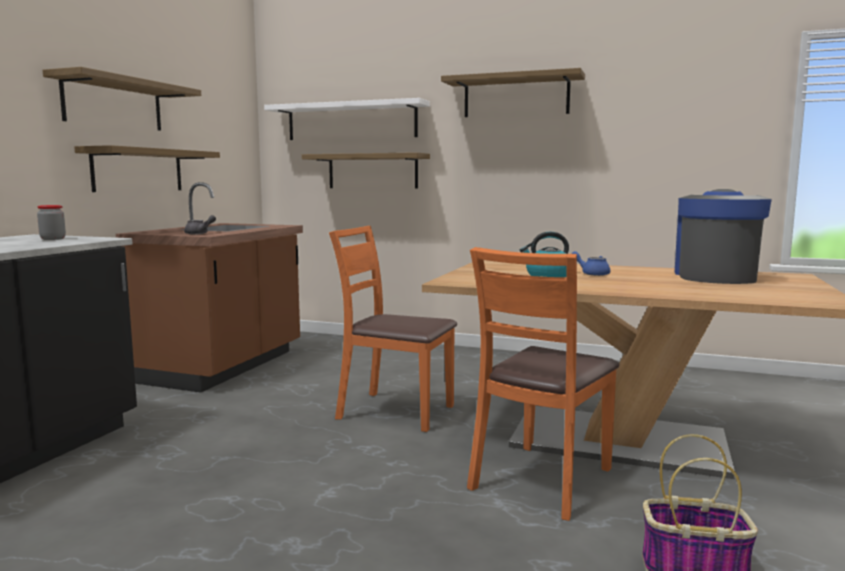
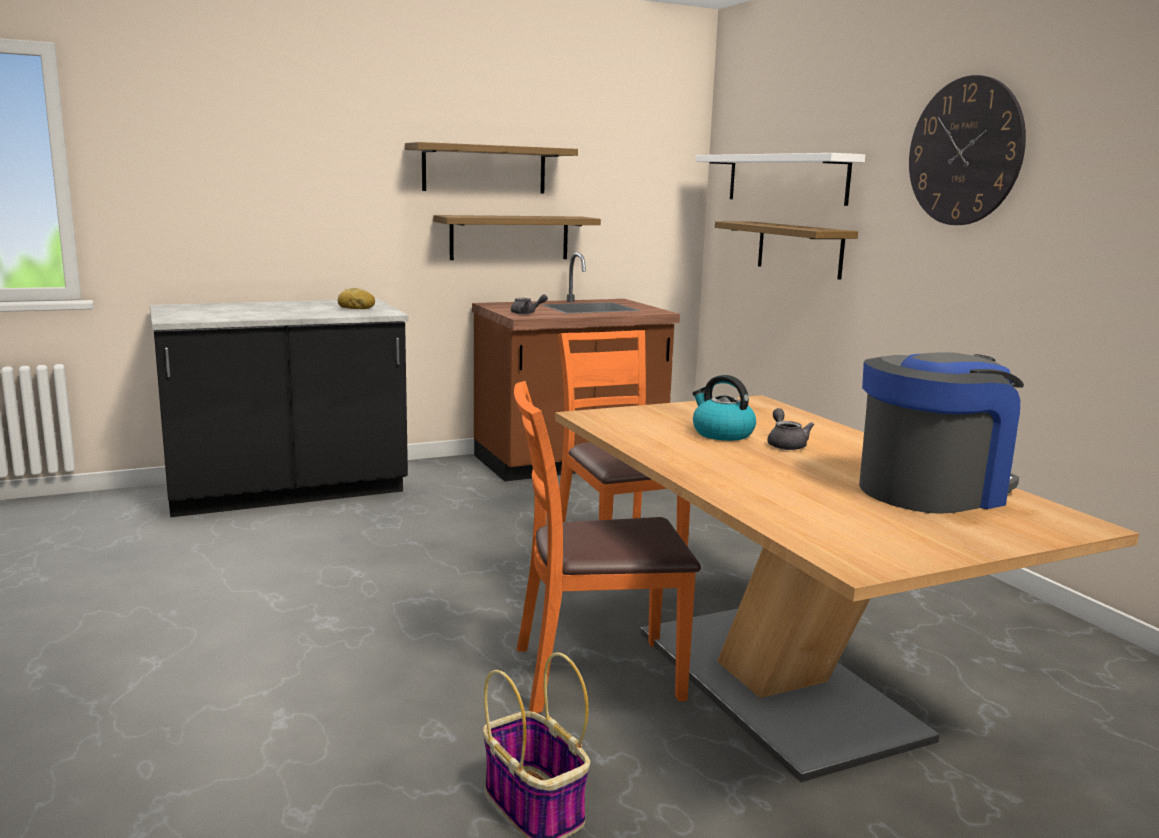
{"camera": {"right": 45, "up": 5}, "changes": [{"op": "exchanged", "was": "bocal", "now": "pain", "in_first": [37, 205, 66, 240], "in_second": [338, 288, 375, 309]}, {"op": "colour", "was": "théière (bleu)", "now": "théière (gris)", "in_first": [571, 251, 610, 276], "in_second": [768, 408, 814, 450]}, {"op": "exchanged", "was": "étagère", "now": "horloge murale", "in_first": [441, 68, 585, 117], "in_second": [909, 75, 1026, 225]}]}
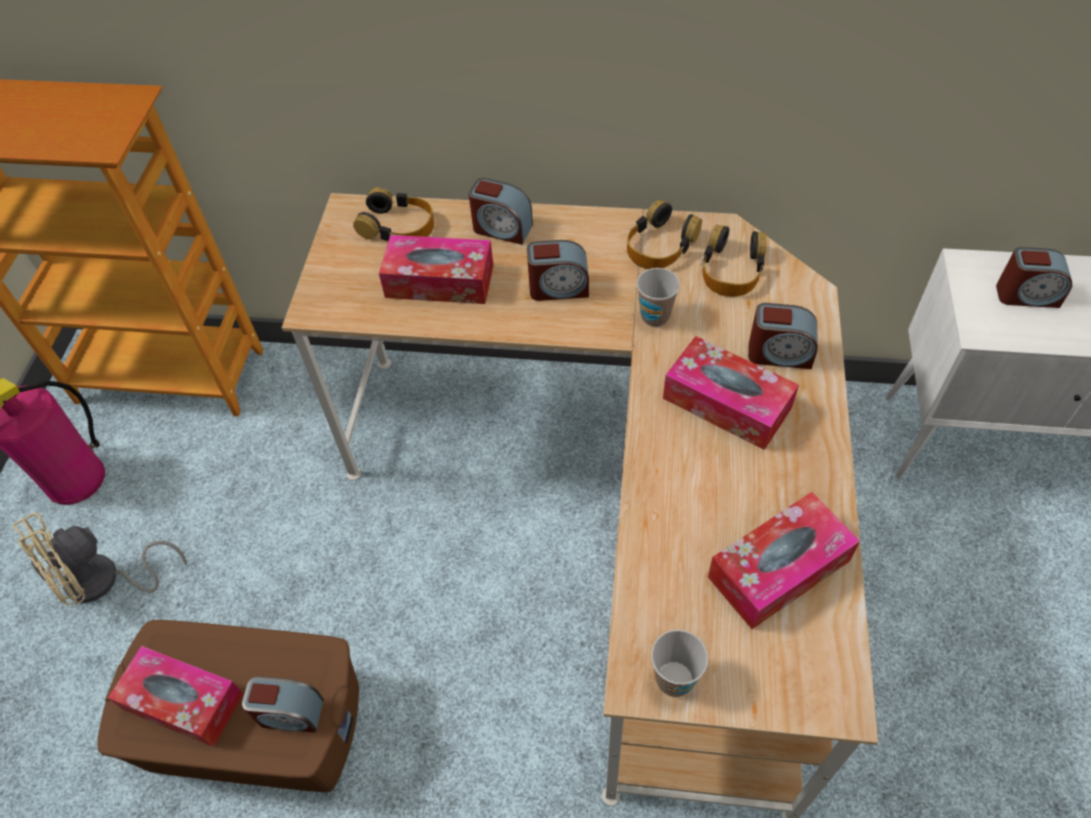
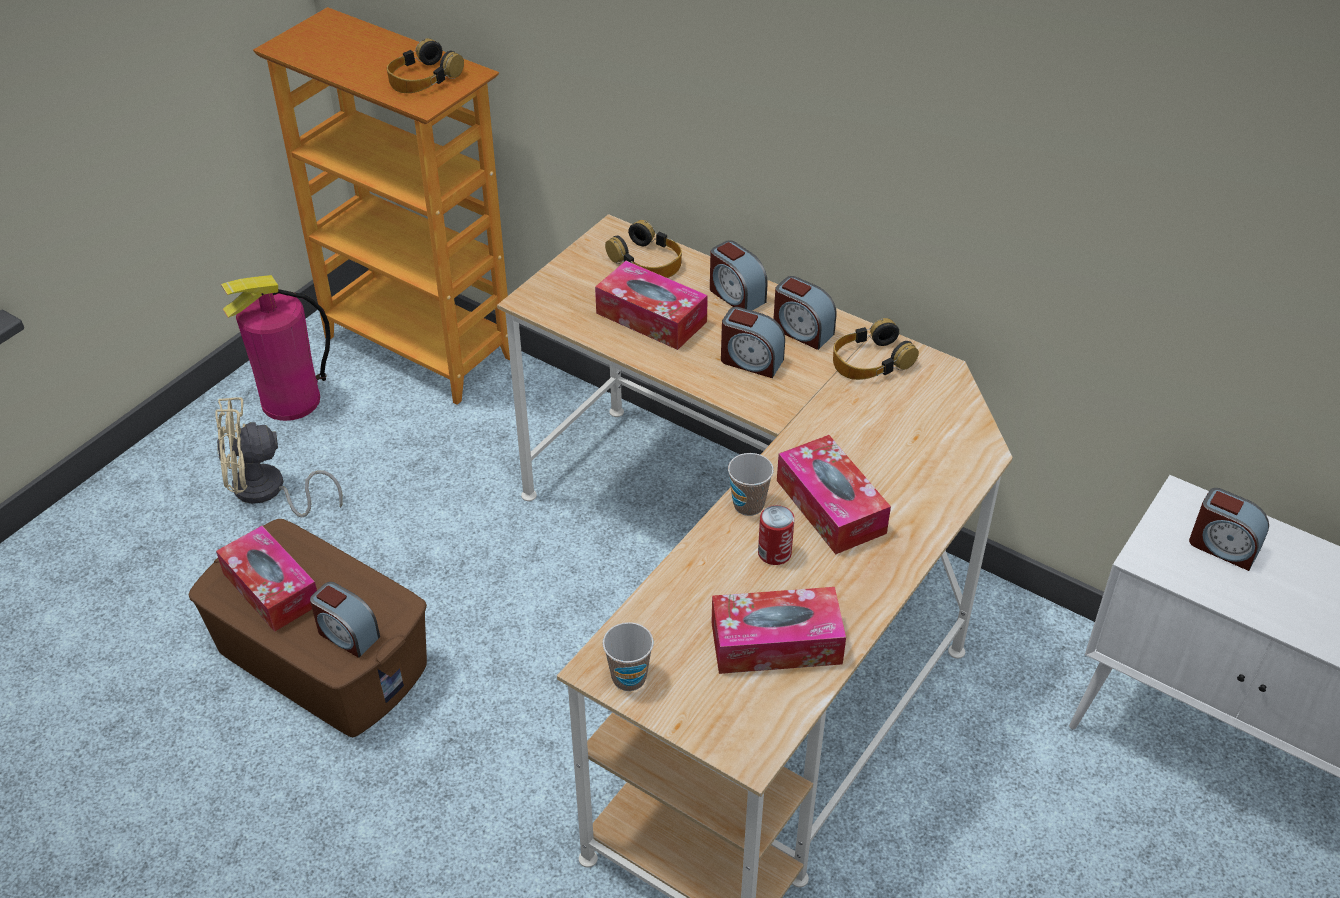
{"camera": {"right": 25, "up": -10}, "changes": [{"op": "relocated", "was": "casque audio", "in_first": [701, 225, 766, 297], "in_second": [387, 38, 464, 93]}, {"op": "relocated", "was": "tasse", "in_first": [637, 268, 680, 327], "in_second": [728, 453, 774, 516]}, {"op": "appeared", "now": "boîte métallique", "in_second": [758, 505, 795, 565]}, {"op": "relocated", "was": "réveil", "in_first": [748, 303, 818, 369], "in_second": [774, 276, 837, 350]}]}
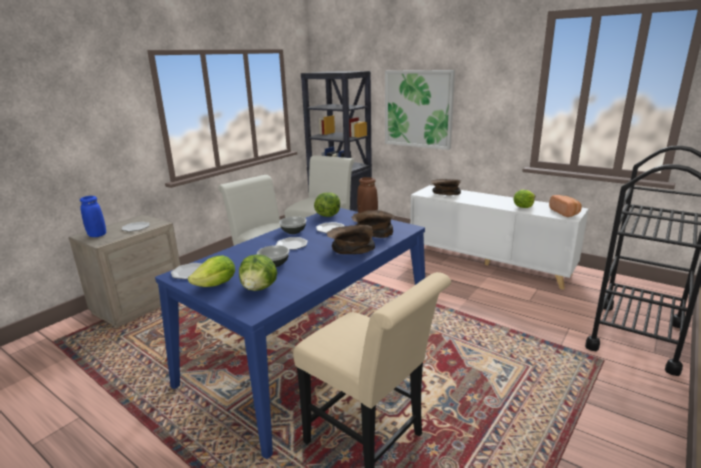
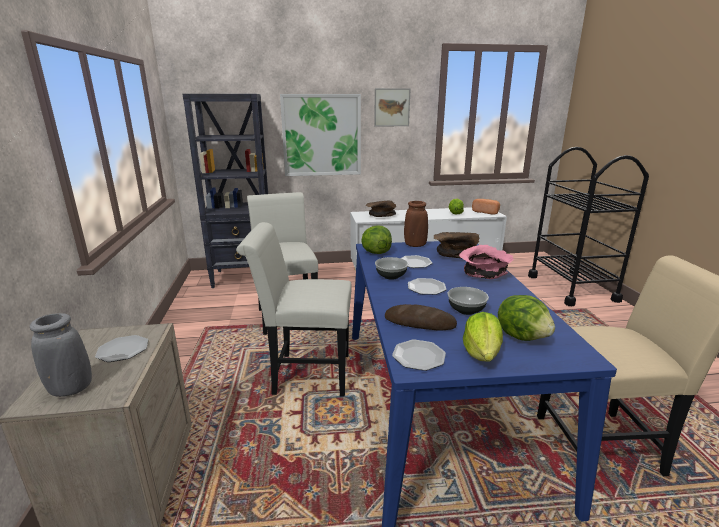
{"camera": {"right": -45, "up": 0}, "changes": [{"op": "colour", "was": "vase (bleu)", "now": "vase (gris)", "in_first": [80, 196, 106, 237], "in_second": [30, 313, 92, 397]}, {"op": "appeared", "now": "tableau", "in_second": [374, 88, 411, 127]}, {"op": "appeared", "now": "pain", "in_second": [385, 304, 457, 331]}, {"op": "colour", "was": "bol (marron)", "now": "bol (rose)", "in_first": [327, 225, 375, 254], "in_second": [459, 245, 514, 279]}]}
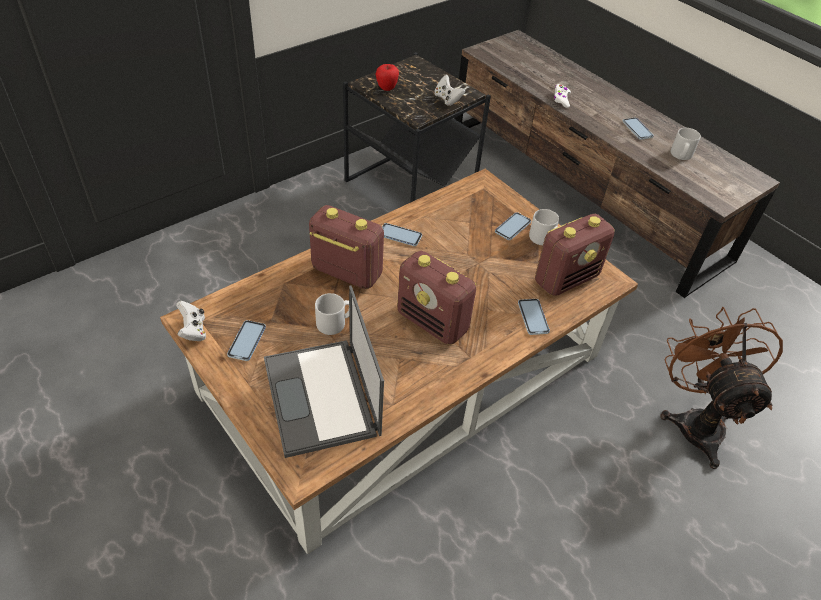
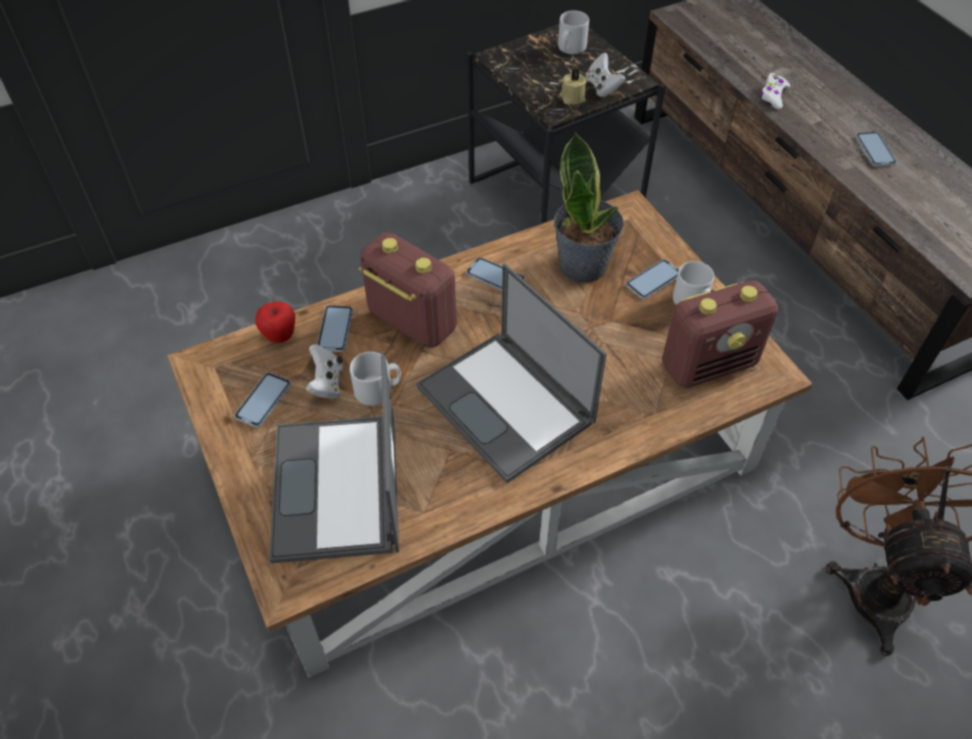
{"camera": {"right": 15, "up": 5}, "changes": [{"op": "relocated", "was": "pomme", "in_first": [375, 64, 399, 91], "in_second": [256, 301, 295, 343]}, {"op": "relocated", "was": "manette (blanc)", "in_first": [176, 301, 206, 341], "in_second": [305, 344, 343, 399]}, {"op": "relocated", "was": "téléphone", "in_first": [518, 299, 550, 335], "in_second": [317, 305, 353, 352]}, {"op": "exchanged", "was": "radio", "now": "ordinateur portable", "in_first": [397, 251, 476, 345], "in_second": [416, 263, 607, 483]}, {"op": "appeared", "now": "plante en pot", "in_second": [554, 132, 624, 283]}, {"op": "relocated", "was": "mug (gris)", "in_first": [671, 128, 701, 160], "in_second": [558, 10, 589, 54]}, {"op": "appeared", "now": "bougie (beige)", "in_second": [559, 68, 587, 105]}]}
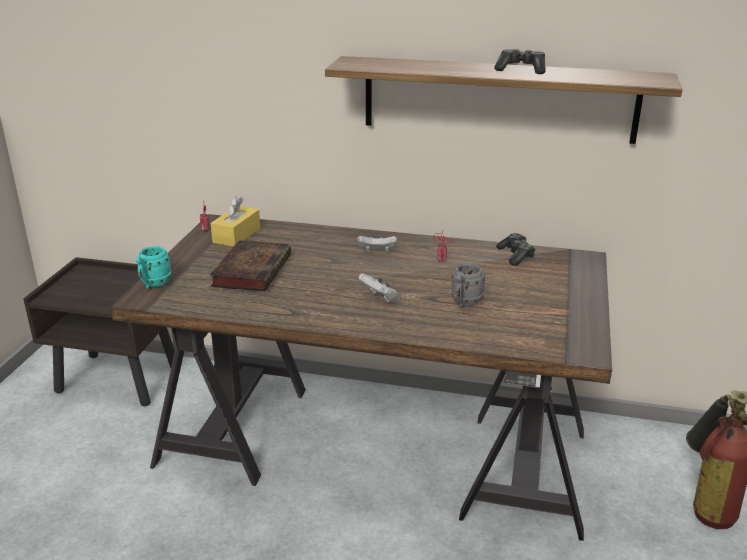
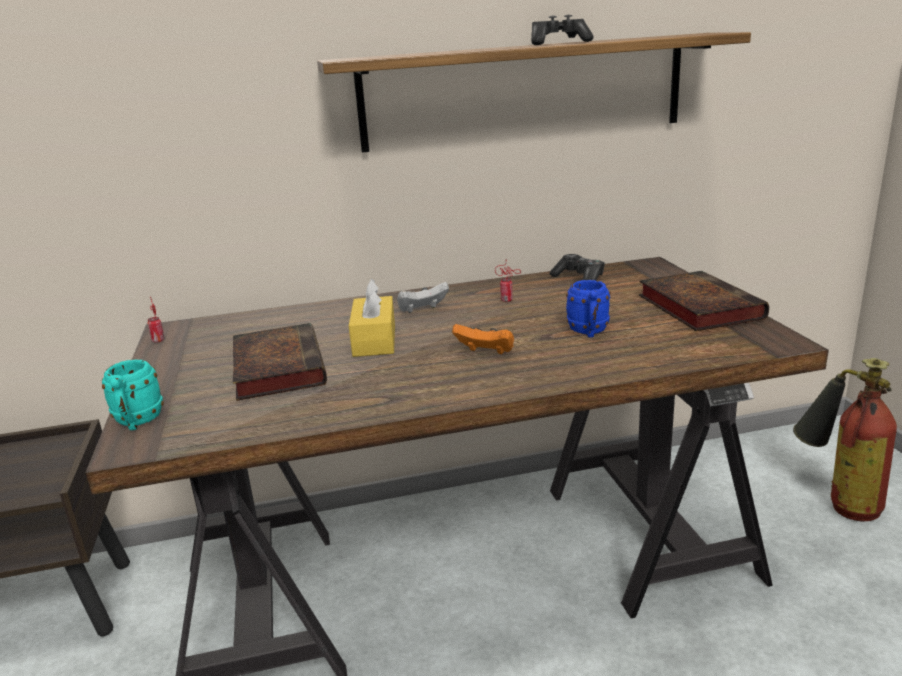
{"camera": {"right": -25, "up": -5}, "changes": [{"op": "relocated", "was": "boîte à mouchoirs (jaune)", "in_first": [210, 196, 260, 247], "in_second": [349, 279, 395, 357]}, {"op": "colour", "was": "manette (blanc)", "now": "manette (orange)", "in_first": [359, 273, 399, 303], "in_second": [452, 324, 514, 355]}, {"op": "colour", "was": "mug (gris)", "now": "mug (bleu)", "in_first": [451, 264, 485, 308], "in_second": [566, 280, 611, 338]}, {"op": "appeared", "now": "livre", "in_second": [639, 271, 769, 331]}]}
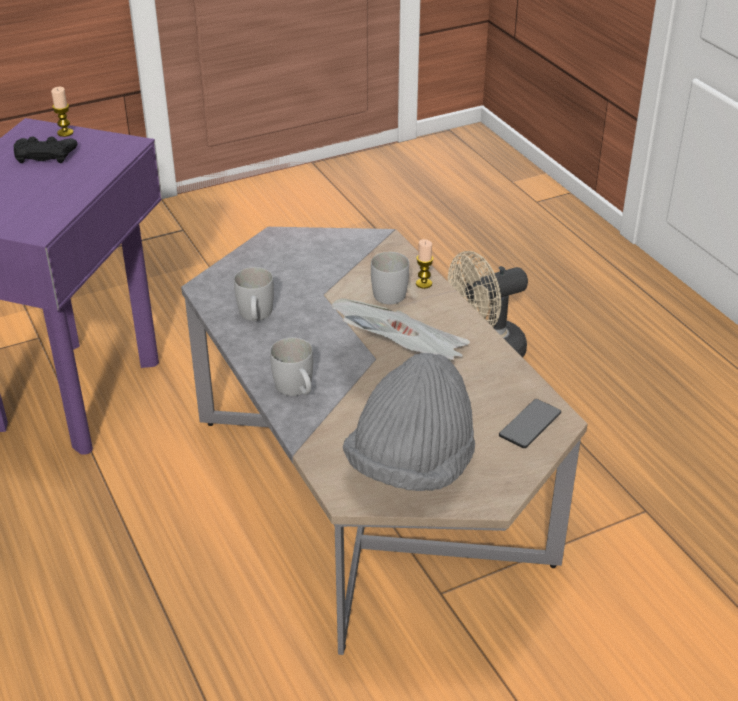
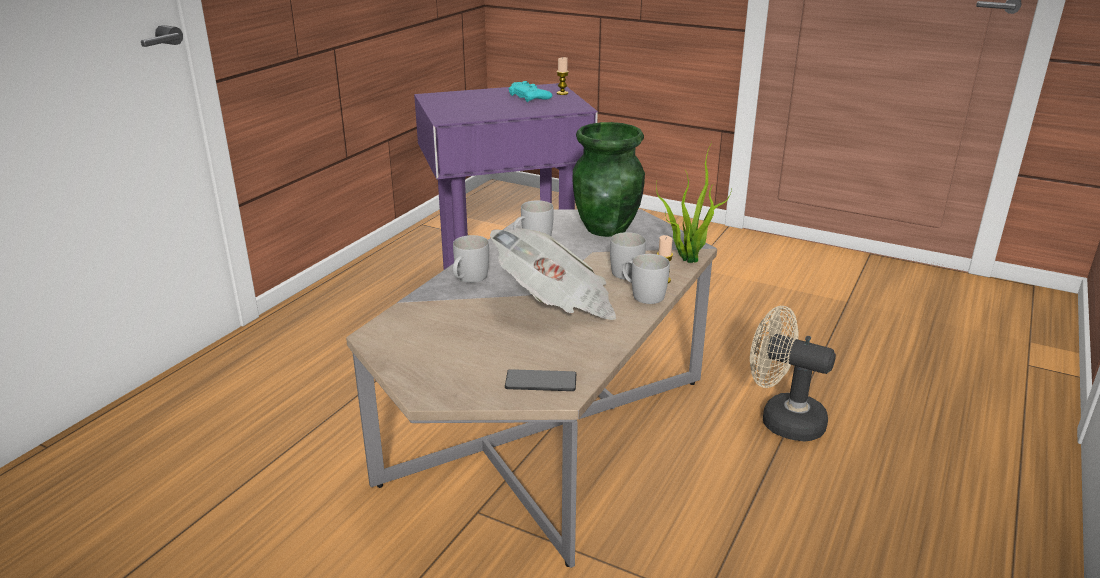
{"camera": {"right": 55, "up": -10}, "changes": [{"op": "colour", "was": "manette (noir)", "now": "manette (turquoise)", "in_first": [14, 137, 77, 163], "in_second": [508, 81, 552, 102]}, {"op": "appeared", "now": "vase (vert)", "in_second": [573, 122, 645, 237]}, {"op": "appeared", "now": "mug (blanc)", "in_second": [623, 254, 670, 304]}, {"op": "appeared", "now": "plante en pot", "in_second": [656, 142, 732, 263]}, {"op": "missing", "was": "chapeau (gris)", "in_first": [343, 352, 475, 491]}]}
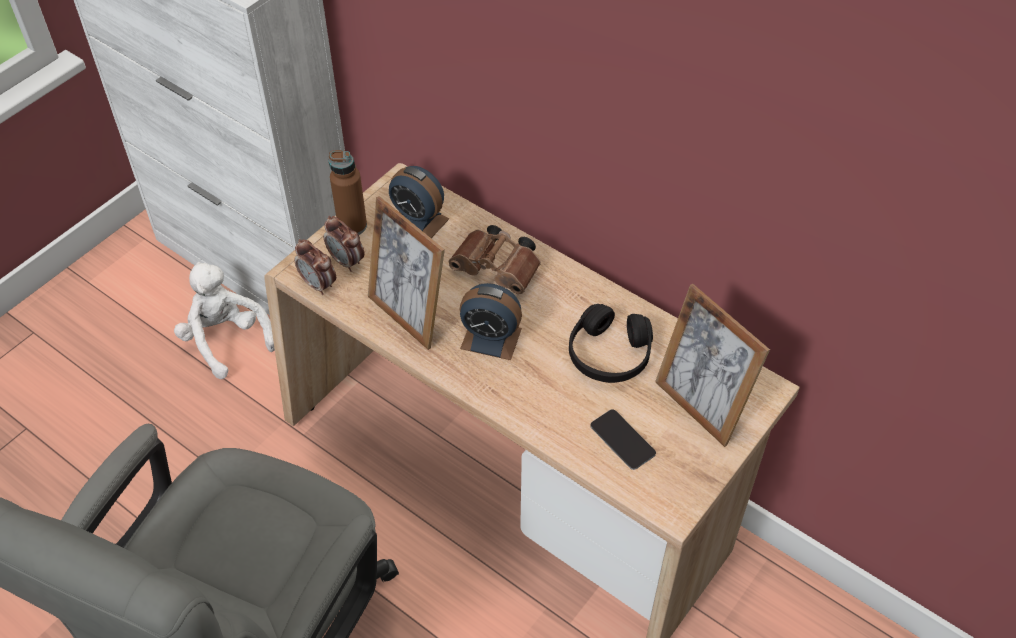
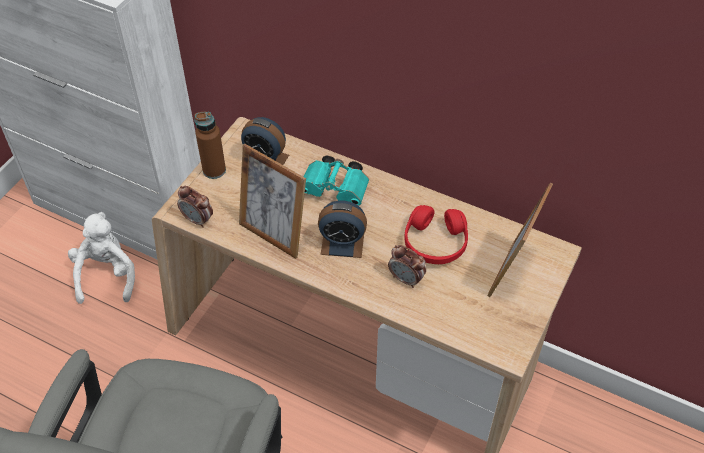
{"camera": {"right": -10, "up": 0}, "changes": [{"op": "spun", "was": "peluche (blanc)", "in_first": [174, 262, 275, 379], "in_second": [68, 212, 135, 304], "clockwise": 45}, {"op": "colour", "was": "jumelles (marron)", "now": "jumelles (turquoise)", "in_first": [449, 225, 541, 294], "in_second": [304, 156, 369, 206]}, {"op": "relocated", "was": "réveil", "in_first": [323, 216, 365, 272], "in_second": [388, 245, 426, 288]}, {"op": "colour", "was": "casque audio (noir)", "now": "casque audio (rouge)", "in_first": [569, 304, 653, 383], "in_second": [404, 205, 468, 264]}, {"op": "spun", "was": "cadre photo", "in_first": [655, 284, 770, 447], "in_second": [488, 182, 553, 297], "clockwise": 75}, {"op": "missing", "was": "téléphone", "in_first": [590, 409, 656, 470]}]}
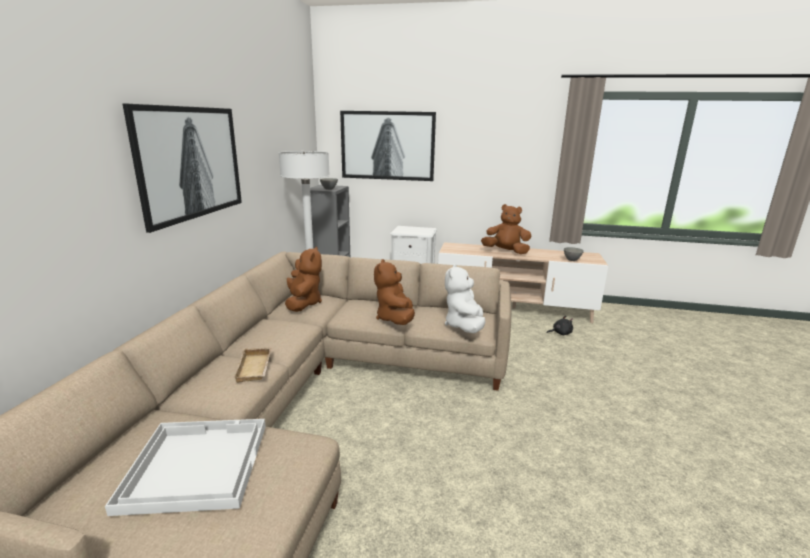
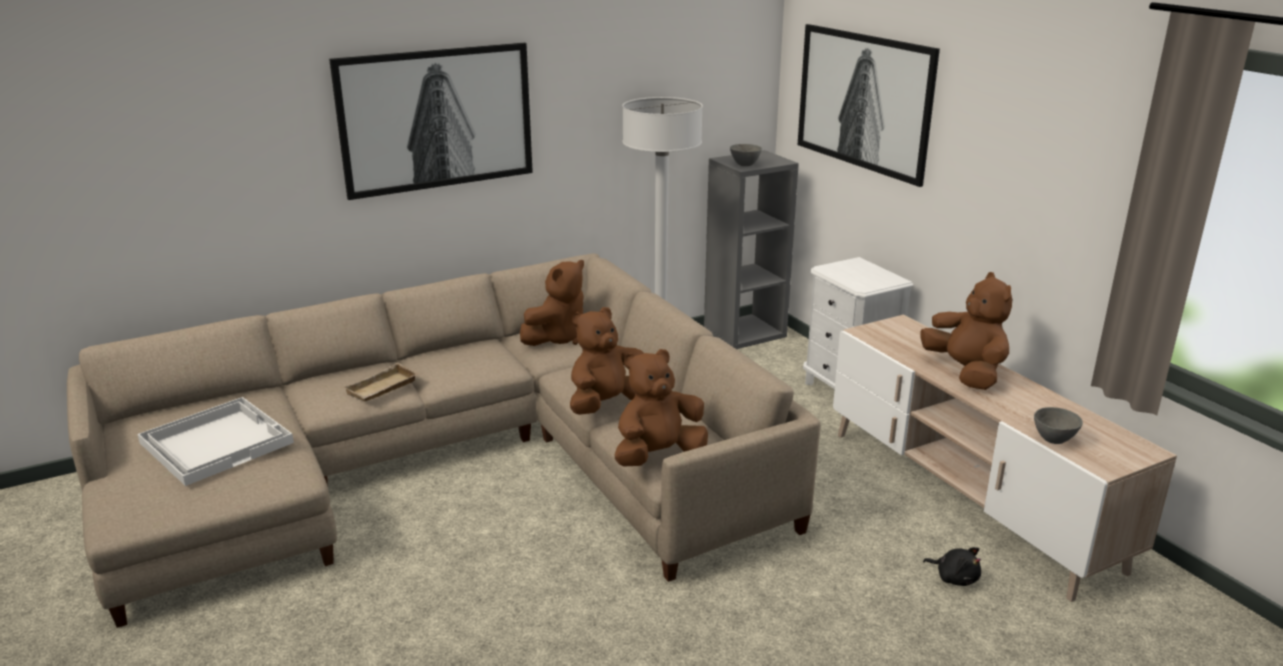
{"camera": {"right": 50, "up": 5}, "changes": [{"op": "colour", "was": "peluche (blanc)", "now": "peluche (marron)", "in_first": [445, 264, 485, 333], "in_second": [615, 349, 708, 467]}]}
